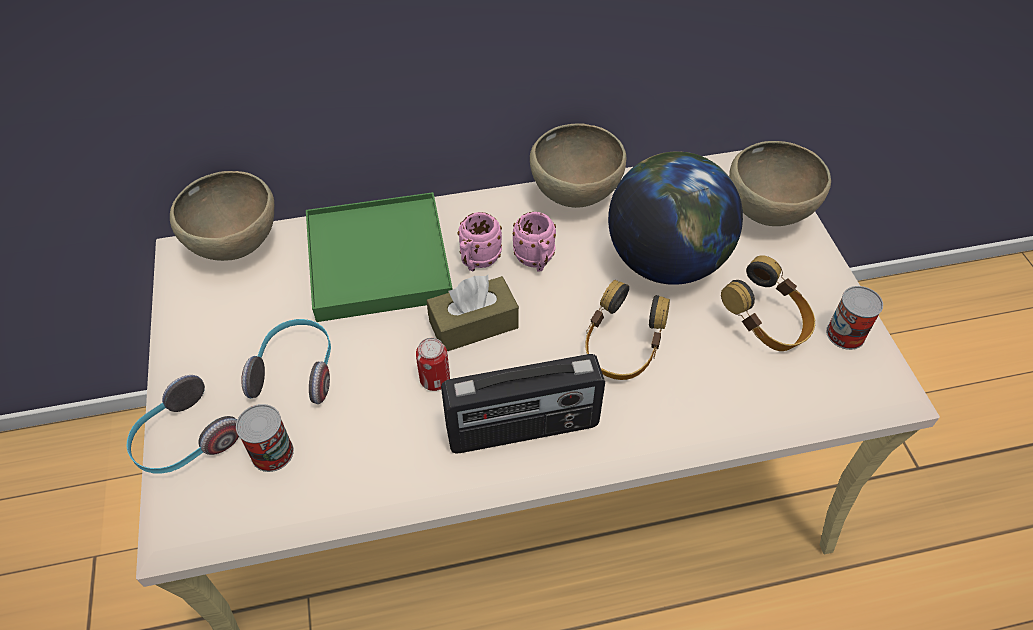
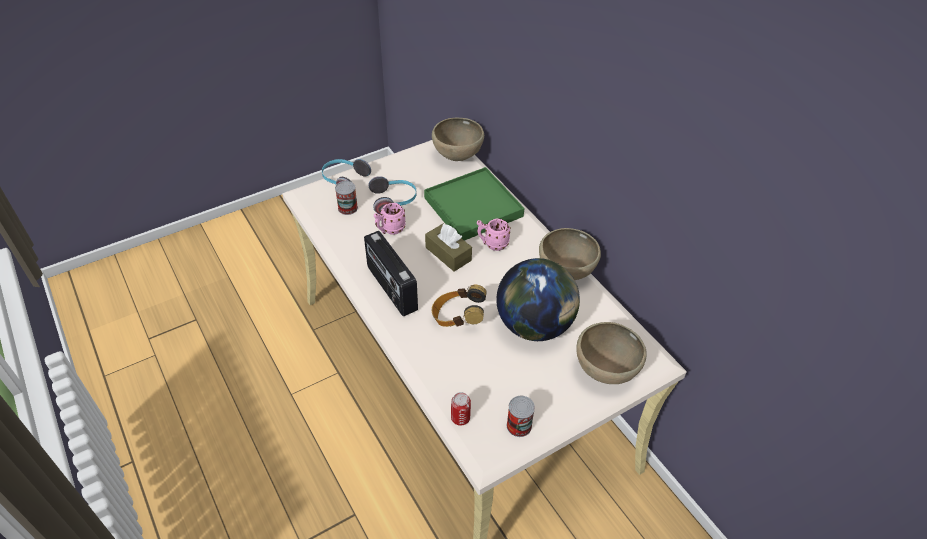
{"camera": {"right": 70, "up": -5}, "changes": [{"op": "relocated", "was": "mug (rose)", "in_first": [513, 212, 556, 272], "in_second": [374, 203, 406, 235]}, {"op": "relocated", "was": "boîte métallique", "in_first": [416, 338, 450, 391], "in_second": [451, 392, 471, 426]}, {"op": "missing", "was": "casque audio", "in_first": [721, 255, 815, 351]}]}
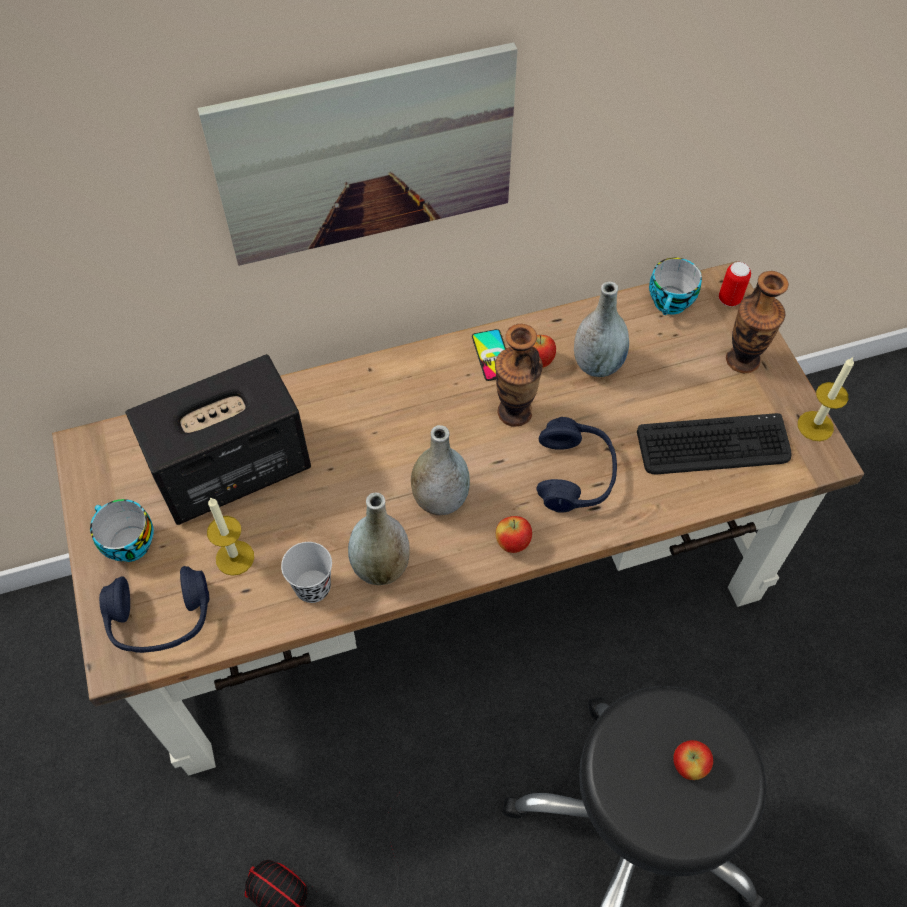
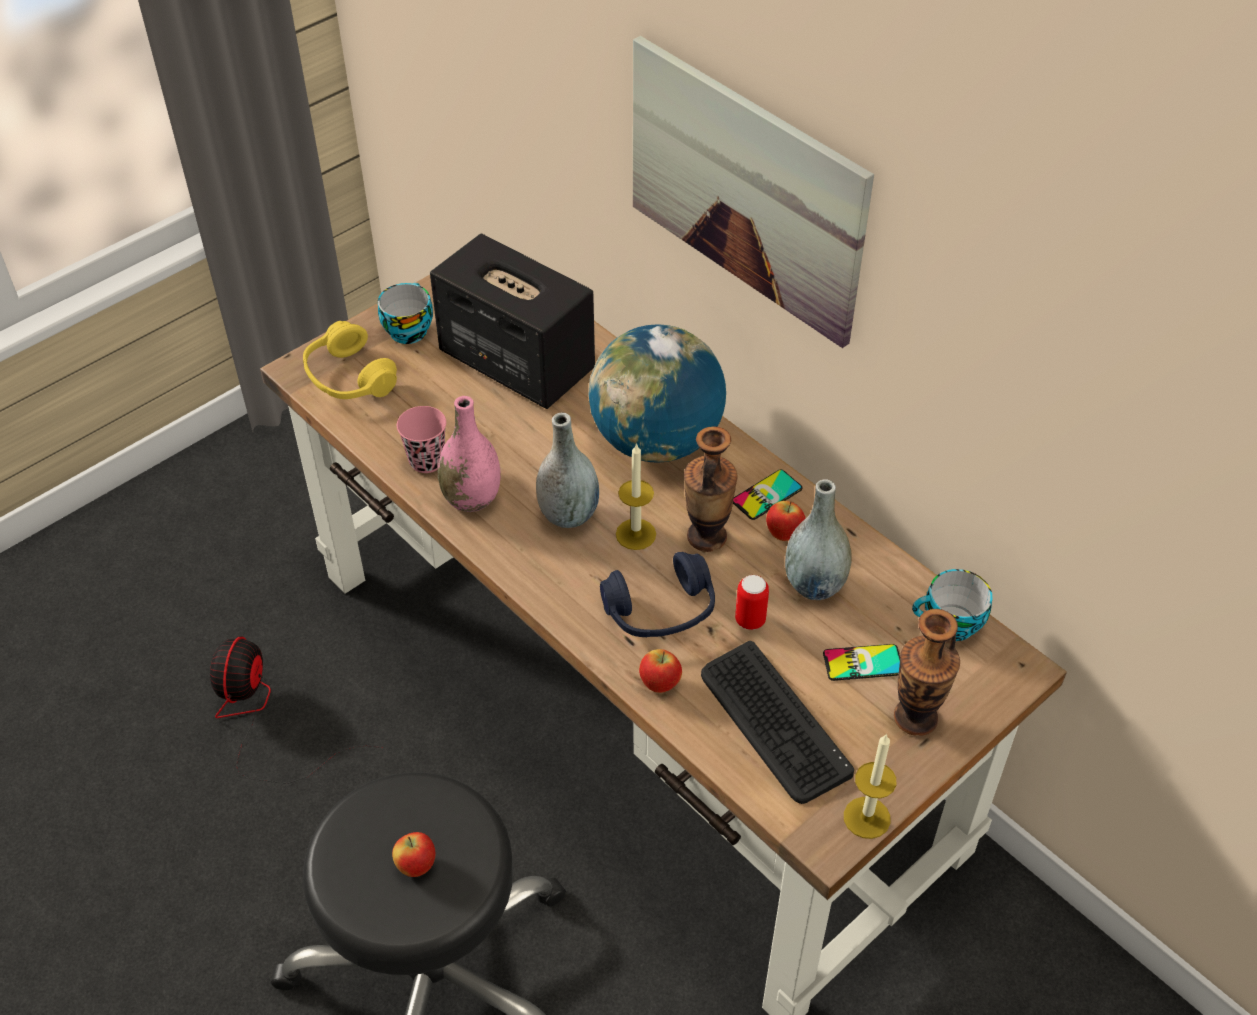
{"camera": {"right": 65, "up": -10}, "changes": [{"op": "colour", "was": "casque audio (bleu)", "now": "casque audio (jaune)", "in_first": [99, 566, 209, 653], "in_second": [303, 321, 397, 399]}, {"op": "colour", "was": "tasse (noir)", "now": "tasse (rose)", "in_first": [281, 542, 332, 603], "in_second": [397, 406, 446, 473]}, {"op": "colour", "was": "vase (gris)", "now": "vase (rose)", "in_first": [348, 492, 410, 585], "in_second": [438, 396, 501, 512]}, {"op": "appeared", "now": "globe", "in_second": [589, 324, 726, 463]}, {"op": "relocated", "was": "bougie", "in_first": [207, 497, 254, 576], "in_second": [616, 443, 656, 550]}, {"op": "relocated", "was": "pomme", "in_first": [496, 516, 532, 553], "in_second": [639, 649, 682, 693]}, {"op": "relocated", "was": "boîte métallique", "in_first": [719, 262, 751, 307], "in_second": [735, 575, 769, 630]}, {"op": "appeared", "now": "téléphone", "in_second": [823, 644, 900, 681]}]}
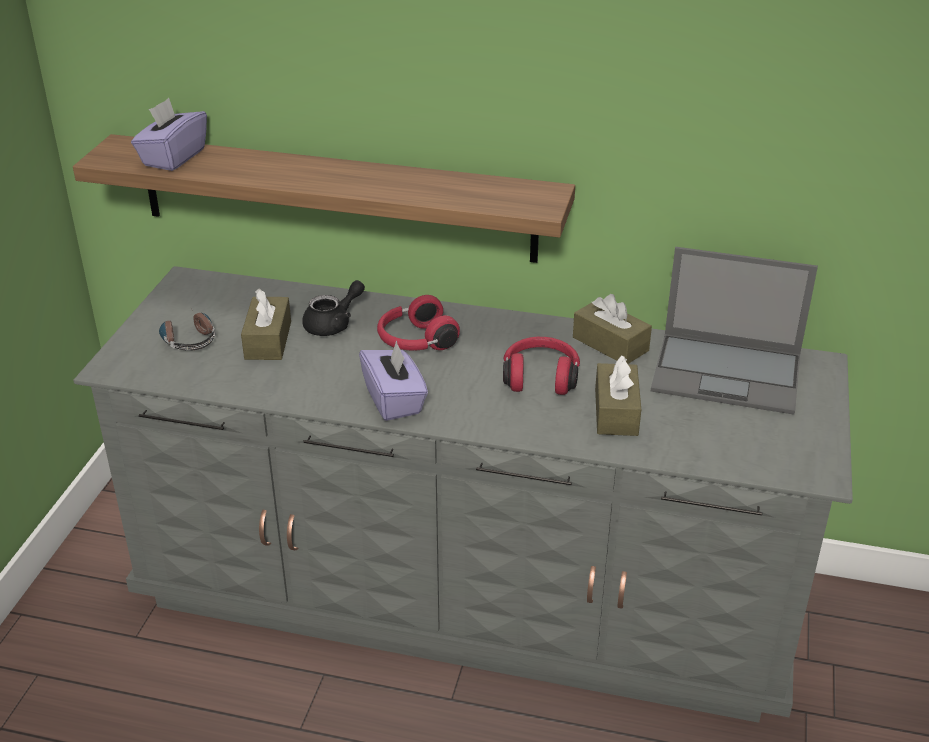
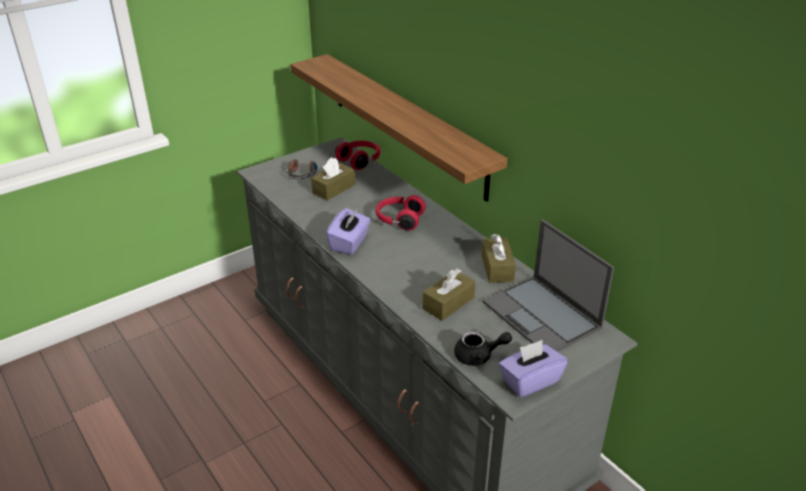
{"camera": {"right": 40, "up": 0}, "changes": [{"op": "relocated", "was": "casque audio (rouge)", "in_first": [503, 337, 580, 395], "in_second": [335, 141, 381, 170]}, {"op": "relocated", "was": "théière (noir)", "in_first": [302, 280, 365, 336], "in_second": [454, 331, 512, 366]}, {"op": "relocated", "was": "boîte à mouchoirs (violet)", "in_first": [131, 98, 207, 171], "in_second": [499, 340, 568, 397]}]}
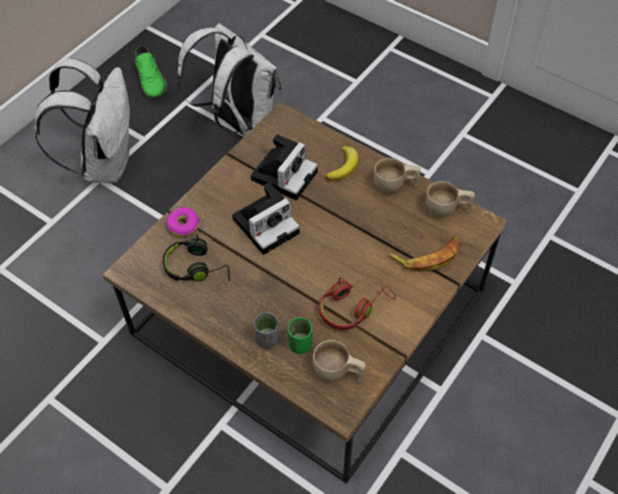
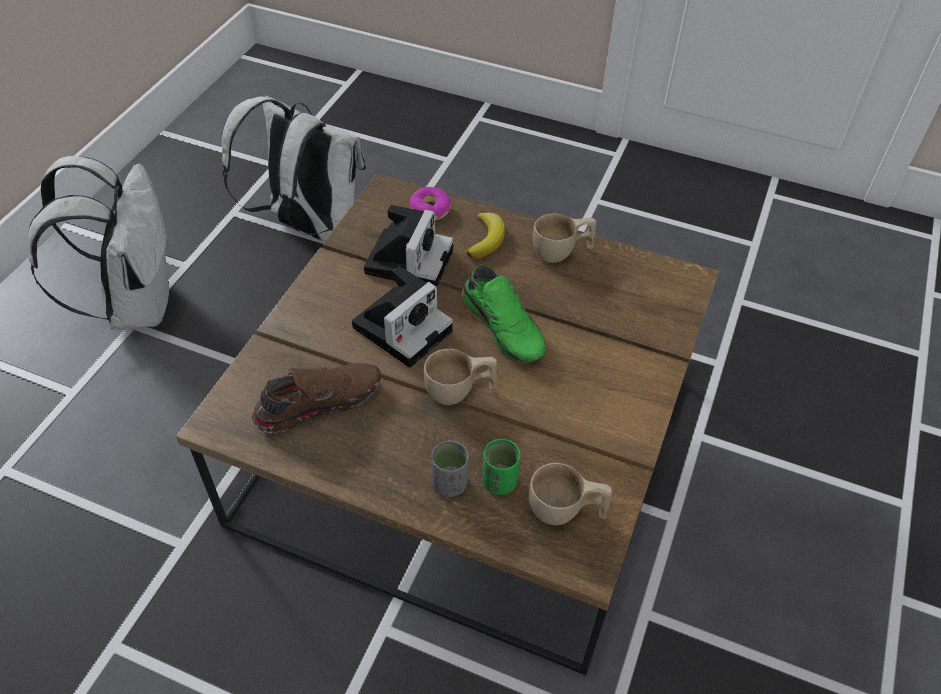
{"camera": {"right": -15, "up": -5}, "changes": [{"op": "exchanged", "was": "casque audio (noir)", "now": "chaussure (marron)", "in_first": [163, 234, 230, 282], "in_second": [252, 363, 381, 434]}, {"op": "relocated", "was": "beignet", "in_first": [166, 207, 200, 237], "in_second": [410, 187, 451, 221]}, {"op": "relocated", "was": "tasse (beige)", "in_first": [425, 181, 475, 218], "in_second": [424, 349, 497, 405]}, {"op": "relocated", "was": "chaussure (vert)", "in_first": [135, 46, 167, 98], "in_second": [462, 264, 546, 363]}, {"op": "missing", "was": "casque audio (rouge)", "in_first": [319, 278, 396, 330]}, {"op": "missing", "was": "banane", "in_first": [388, 236, 462, 271]}]}
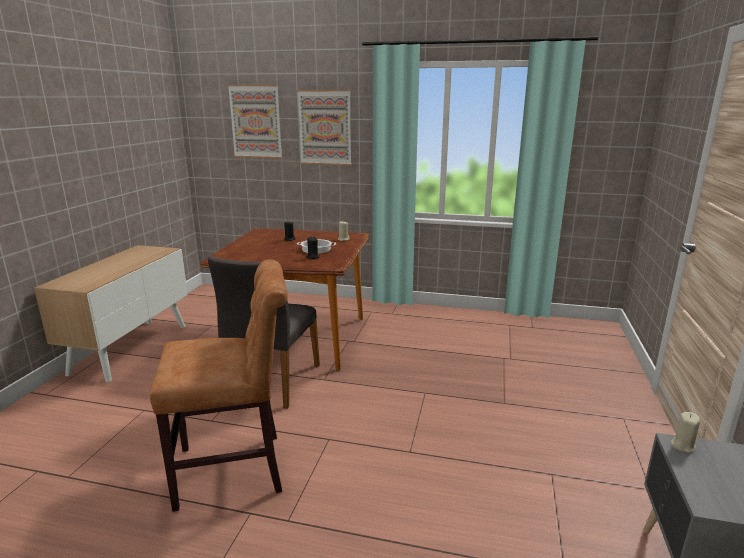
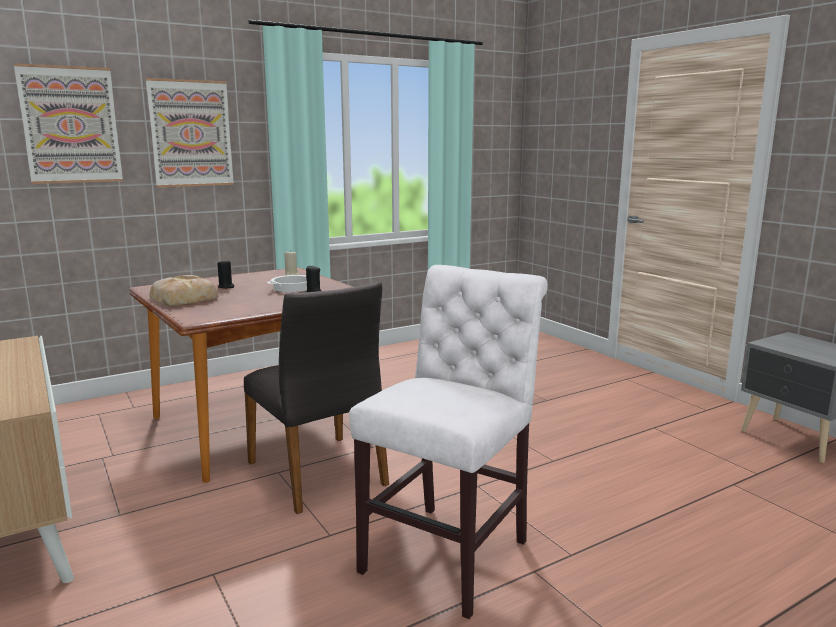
{"camera": {"right": -45, "up": -5}, "changes": [{"op": "appeared", "now": "pain", "in_second": [150, 275, 219, 306]}, {"op": "colour", "was": "chaise (marron)", "now": "chaise (blanc)", "in_first": [150, 259, 288, 512], "in_second": [349, 265, 548, 619]}, {"op": "missing", "was": "bougie (beige)", "in_first": [671, 412, 700, 453]}]}
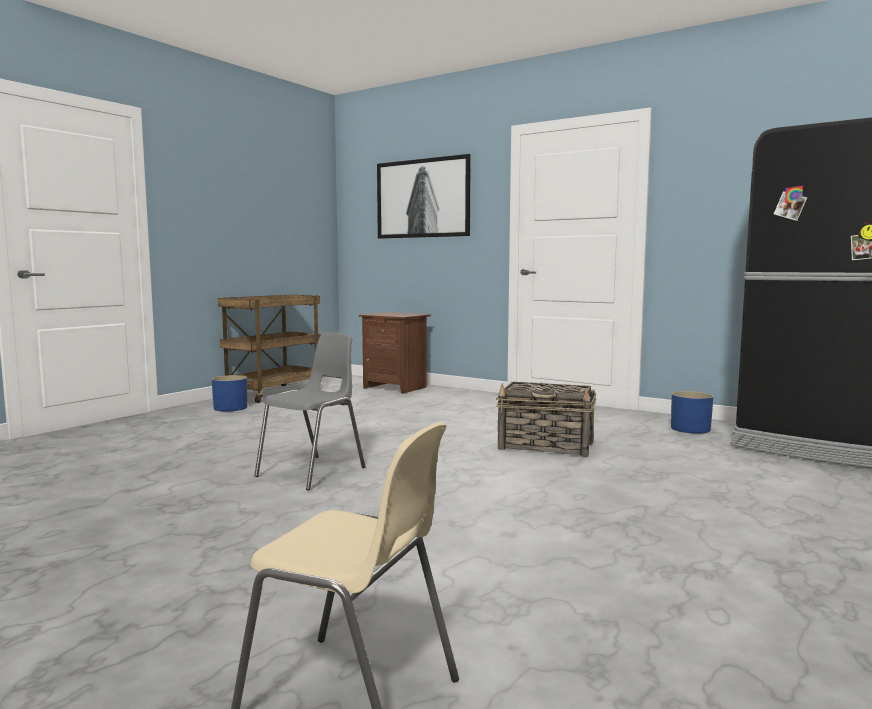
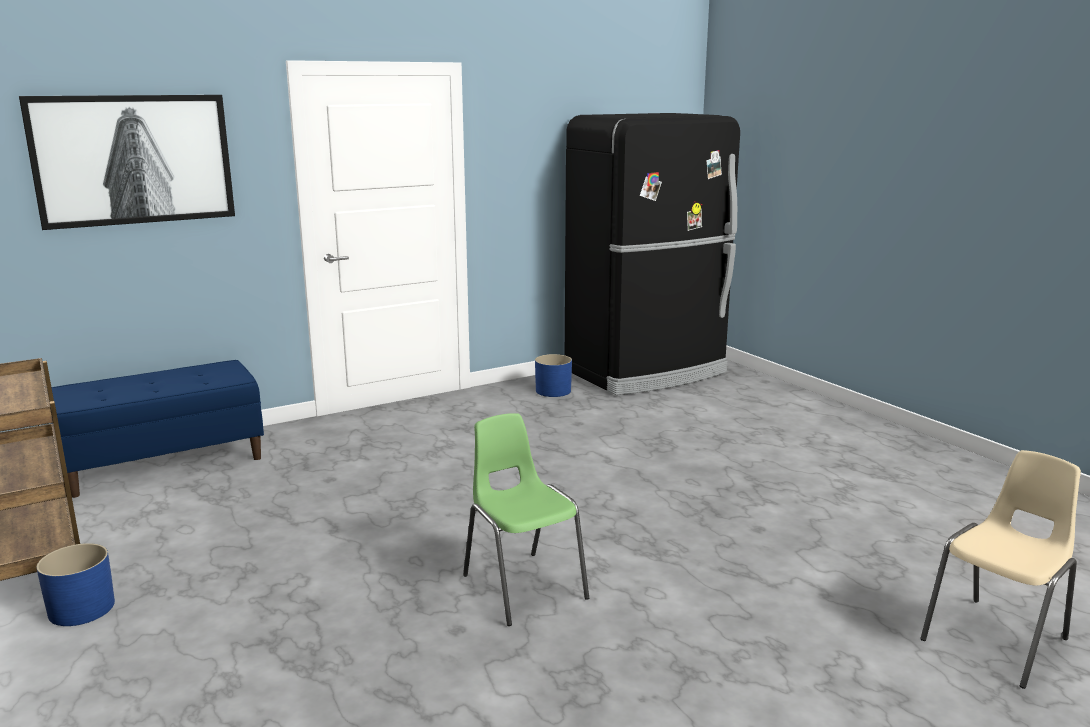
{"camera": {"right": -65, "up": 10}, "changes": [{"op": "exchanged", "was": "table de chevet (marron)", "now": "banc (bleu)", "in_first": [359, 312, 431, 394], "in_second": [51, 360, 264, 498]}, {"op": "colour", "was": "chaise (gris)", "now": "chaise (vert)", "in_first": [254, 332, 365, 491], "in_second": [463, 413, 589, 626]}, {"op": "missing", "was": "panier", "in_first": [496, 382, 596, 457]}]}
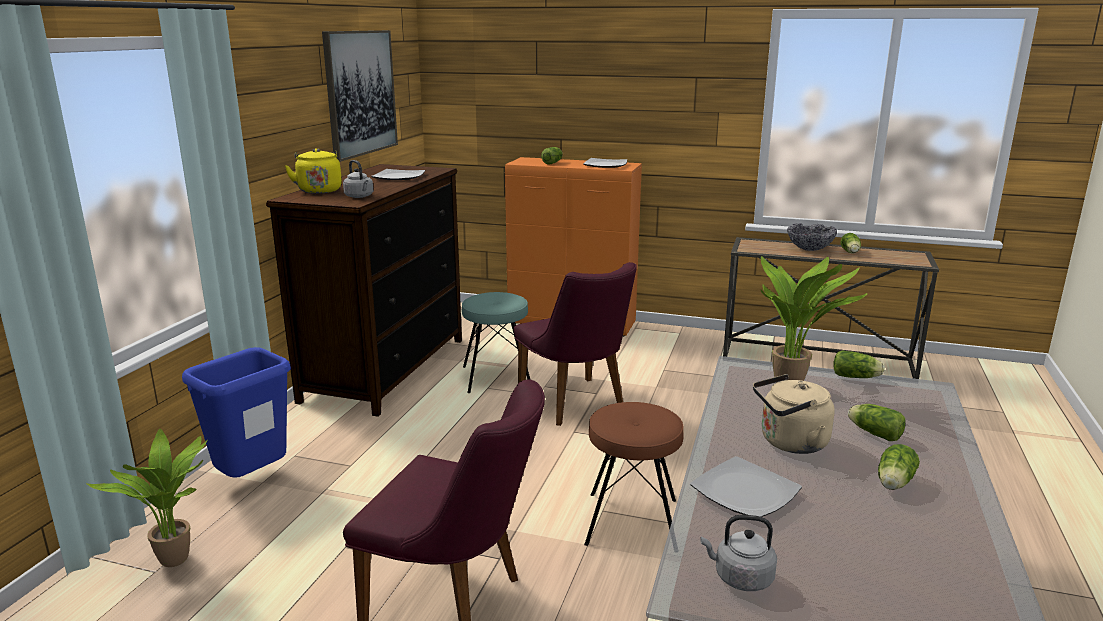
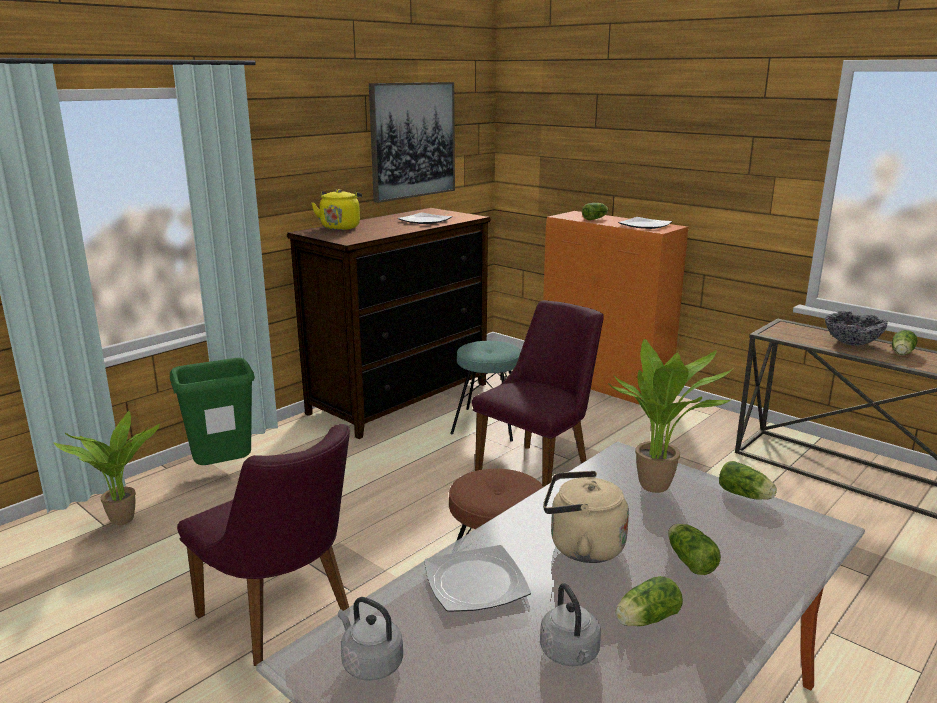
{"camera": {"right": 25, "up": 0}, "changes": [{"op": "colour", "was": "poubelle (bleu)", "now": "poubelle (vert)", "in_first": [182, 347, 291, 478], "in_second": [170, 358, 255, 465]}, {"op": "spun", "was": "chaise (violet)", "in_first": [514, 262, 637, 426], "in_second": [472, 300, 604, 486], "clockwise": -135}, {"op": "relocated", "was": "bouilloire (gris)", "in_first": [343, 160, 373, 198], "in_second": [540, 583, 601, 666]}]}
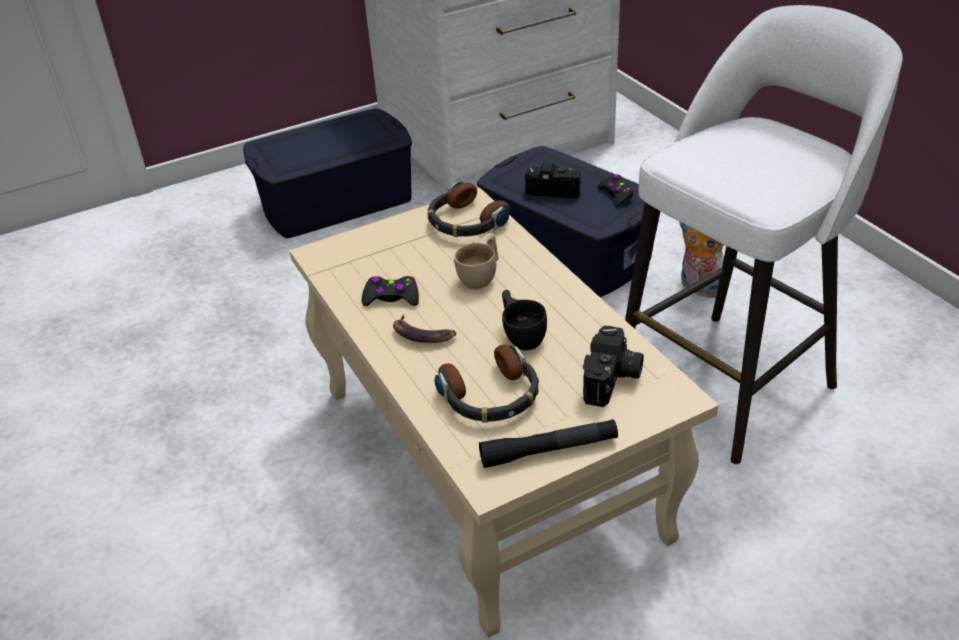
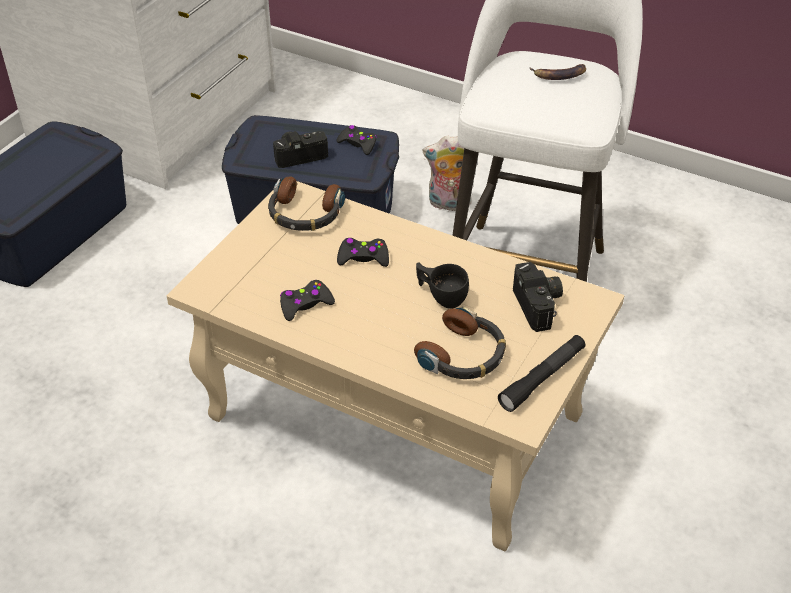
{"camera": {"right": -35, "up": 5}, "changes": [{"op": "exchanged", "was": "tasse (beige)", "now": "manette (noir)", "in_first": [454, 233, 499, 289], "in_second": [337, 238, 389, 267]}, {"op": "relocated", "was": "banane", "in_first": [393, 315, 456, 343], "in_second": [529, 64, 586, 80]}]}
